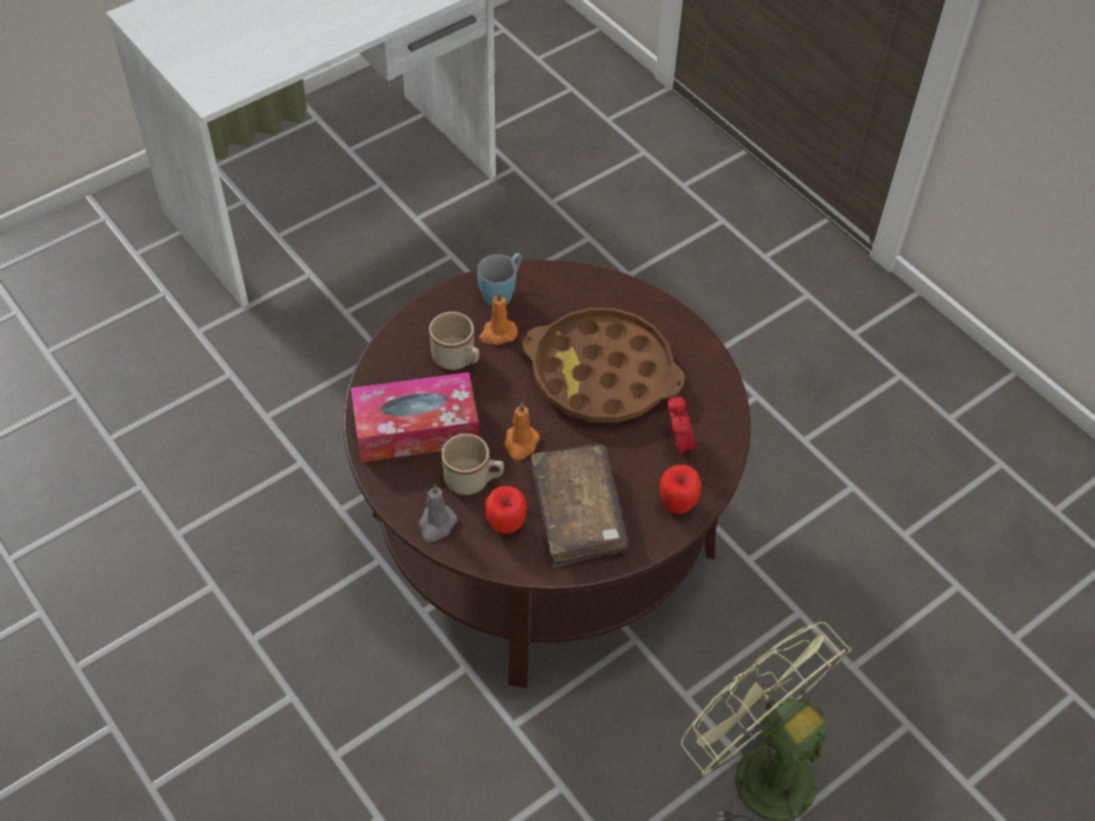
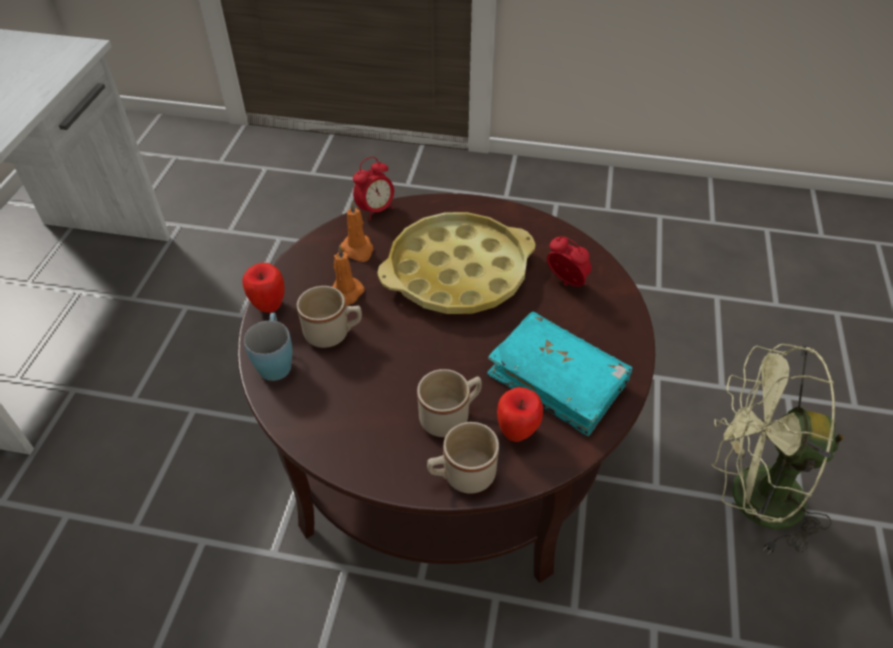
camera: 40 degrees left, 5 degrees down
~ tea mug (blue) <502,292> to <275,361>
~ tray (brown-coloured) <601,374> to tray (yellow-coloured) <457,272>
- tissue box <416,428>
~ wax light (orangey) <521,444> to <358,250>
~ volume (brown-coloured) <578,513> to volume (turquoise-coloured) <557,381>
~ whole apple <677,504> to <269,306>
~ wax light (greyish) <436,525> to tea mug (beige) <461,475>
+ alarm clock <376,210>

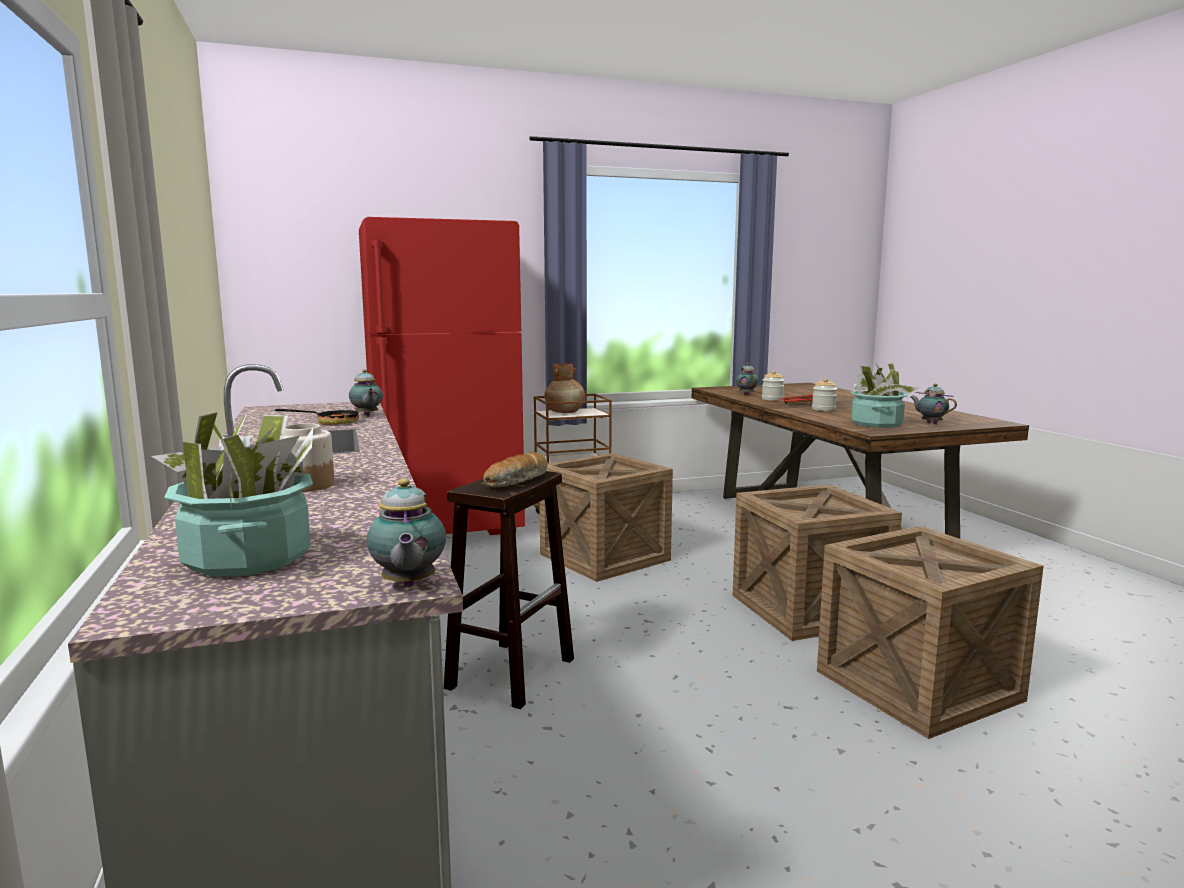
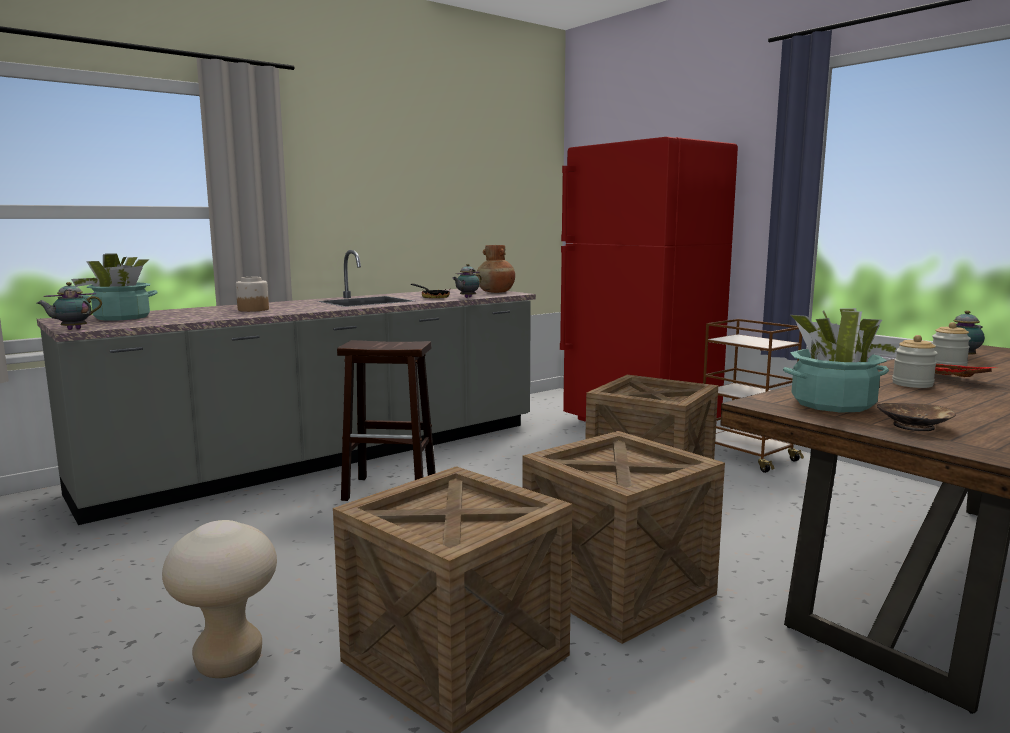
camera: 70 degrees right, 0 degrees up
~ decorative vase (brown-coloured) <565,412> to <495,292>
~ tea pot <930,423> to bowl (brown-coloured) <914,426>
- bakery bread <517,481>
+ stool seat (beige) <229,663>

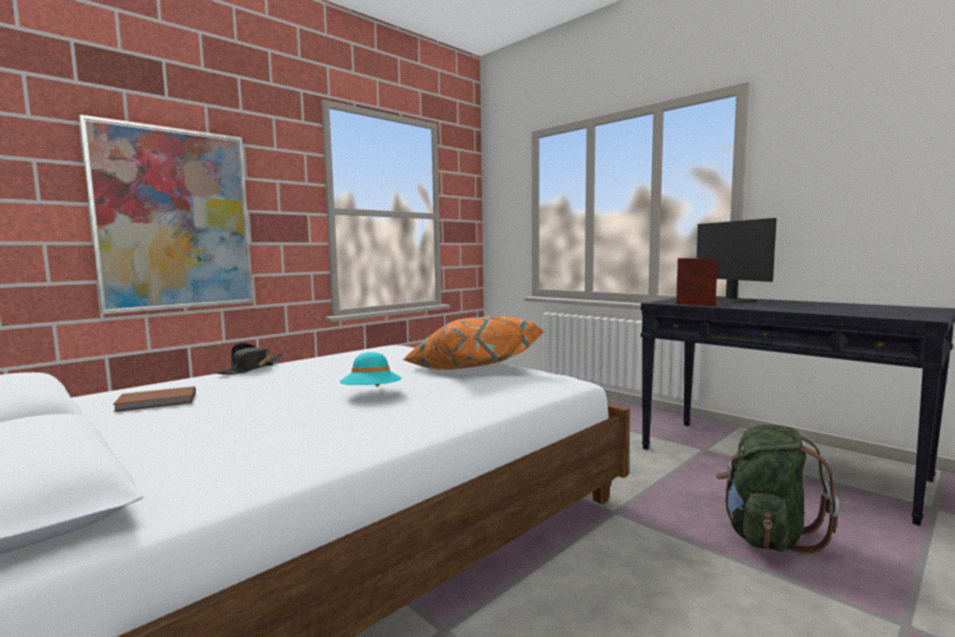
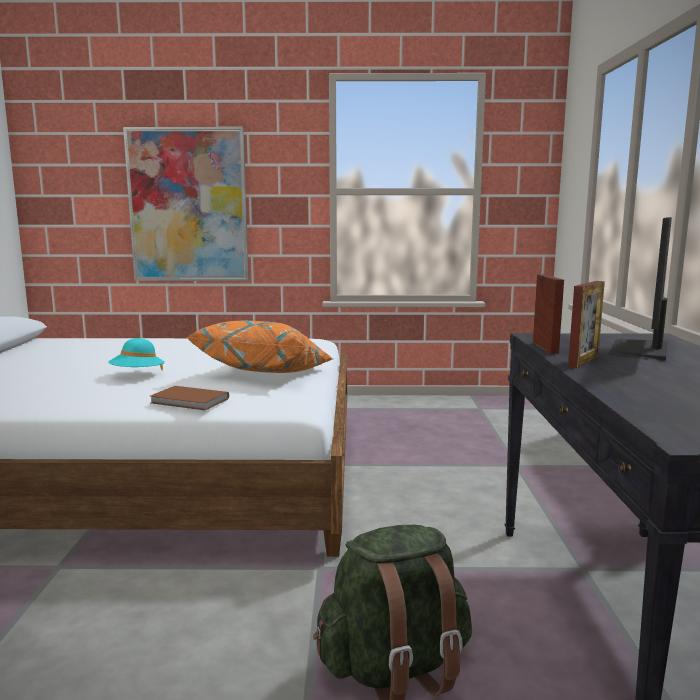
camera: 45 degrees right, 5 degrees up
- clothing hat (black) <251,369>
~ volume (brown-coloured) <158,402> to <189,401>
+ standing frame <583,361>

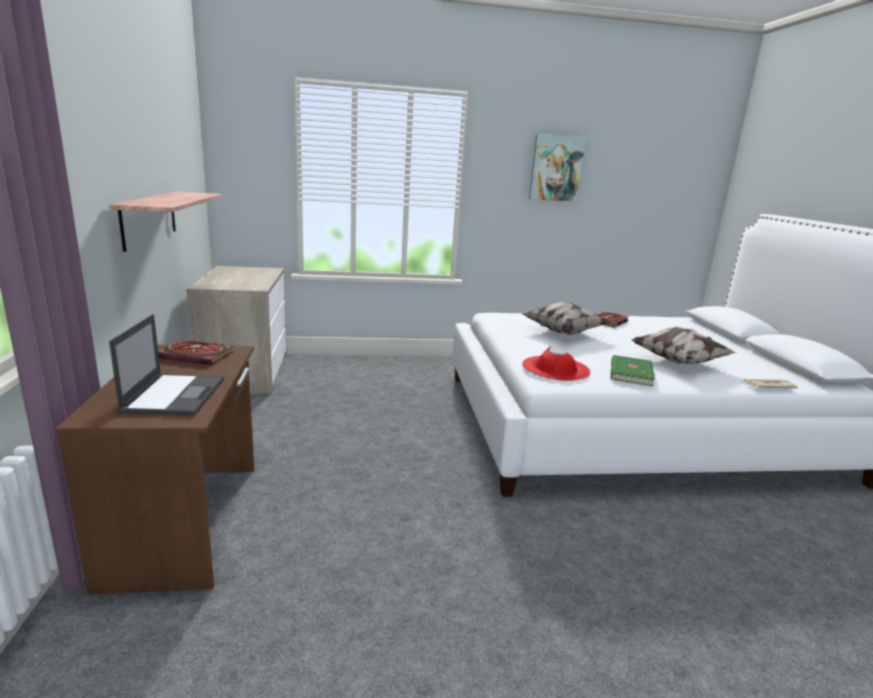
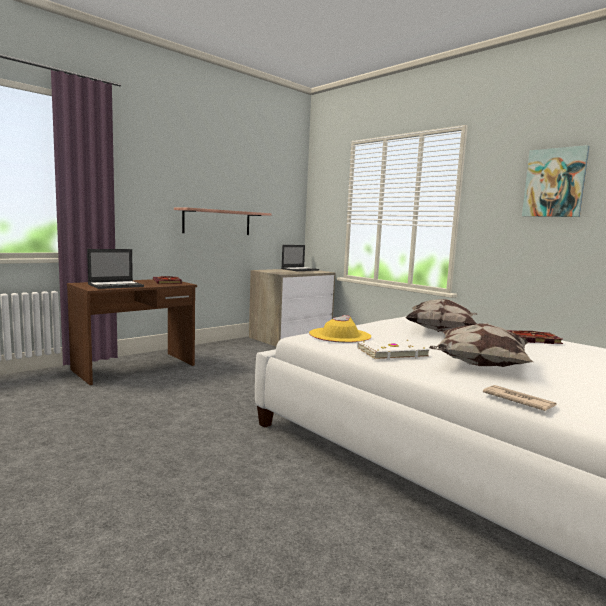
camera: 55 degrees right, 10 degrees down
~ clothing hat (red) <555,368> to clothing hat (yellow-coloured) <339,335>
~ volume (greenish) <629,373> to volume (white-coloured) <391,352>
+ notebook computer <300,269>

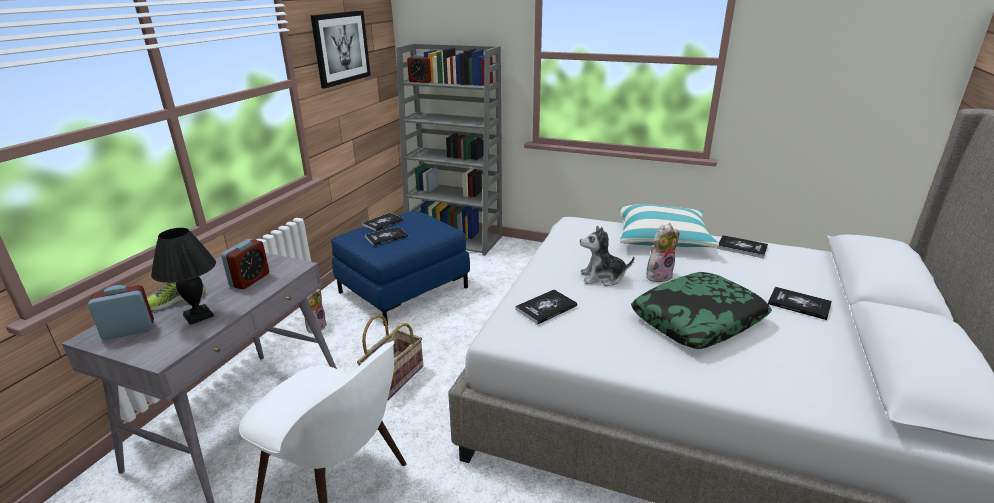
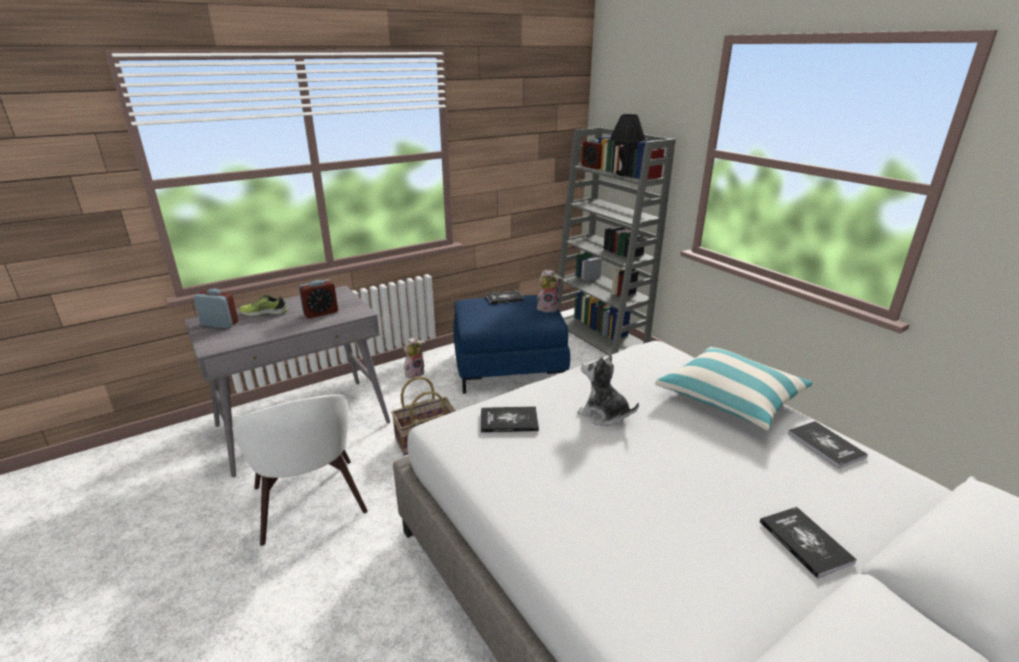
camera: 35 degrees right, 0 degrees up
- wall picture <341,48>
~ plush toy <658,275> to <548,308>
- volume <386,237>
~ tabletop lamp (black) <198,316> to <623,174>
- cushion <698,320>

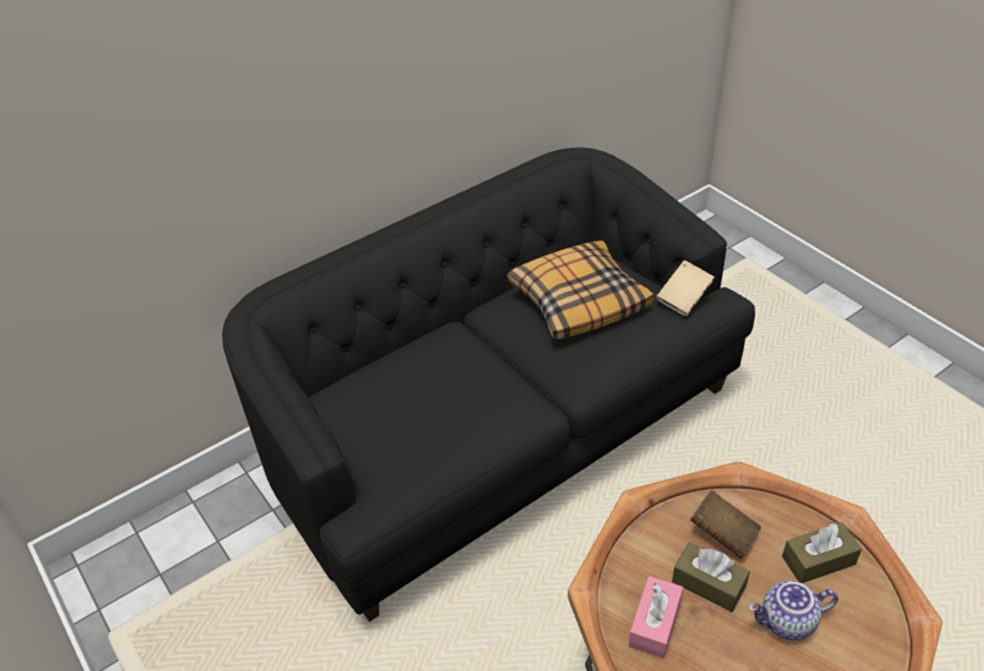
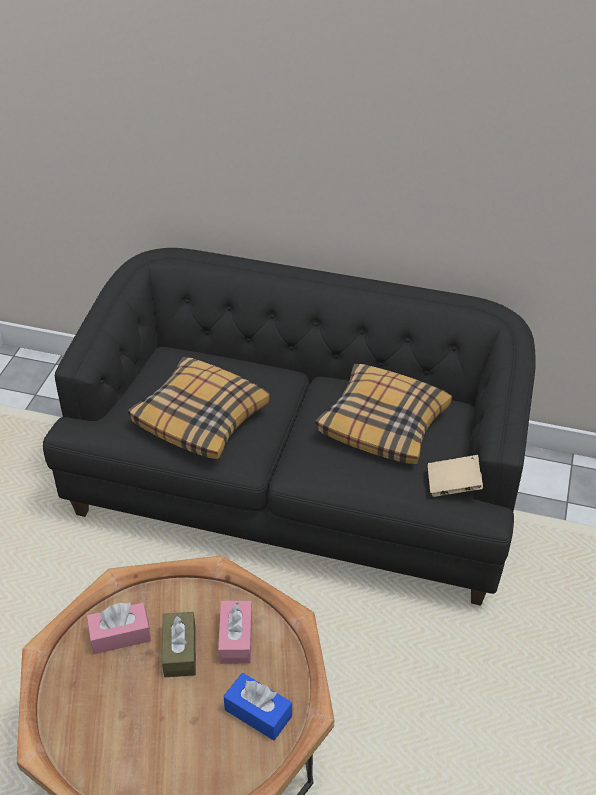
camera: 50 degrees right, 0 degrees up
~ volume (brown-coloured) <723,534> to tissue box (pink-coloured) <236,638>
~ tissue box (brown-coloured) <818,560> to tissue box (blue) <258,713>
- tea pot <787,622>
+ cushion <201,417>

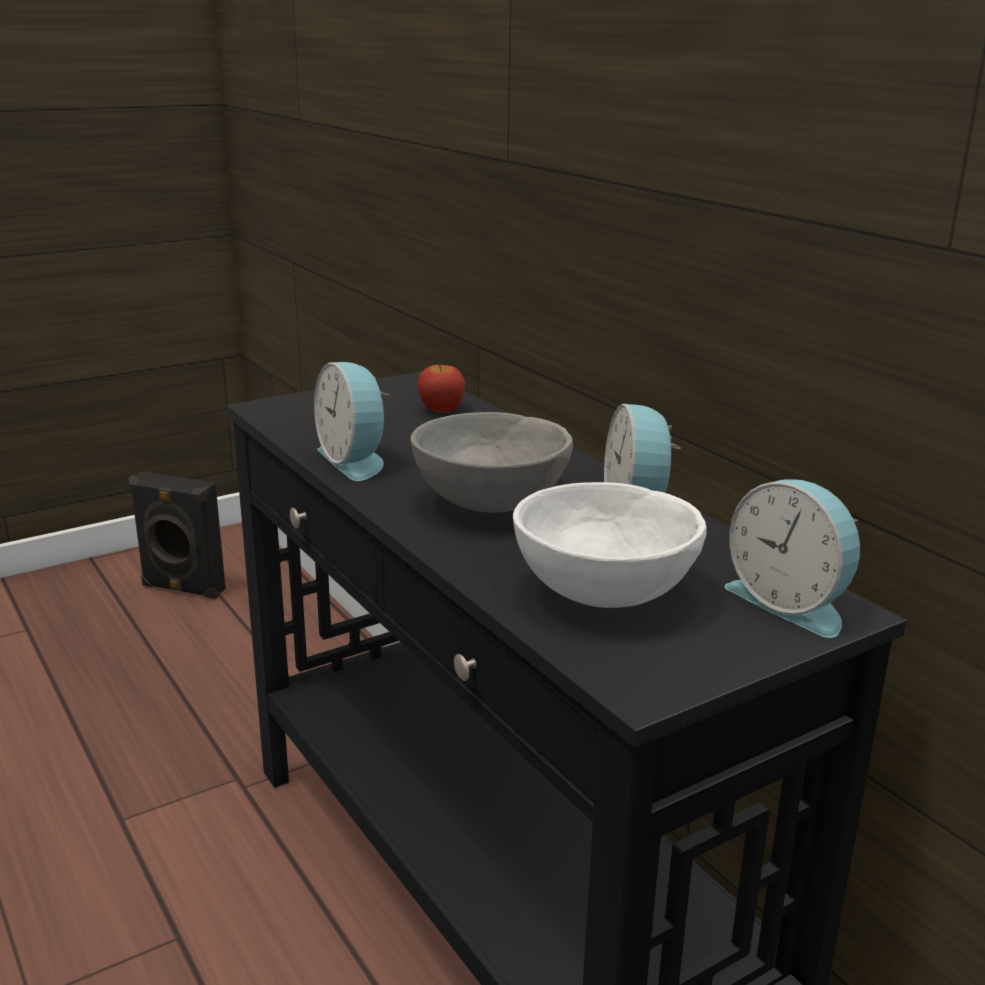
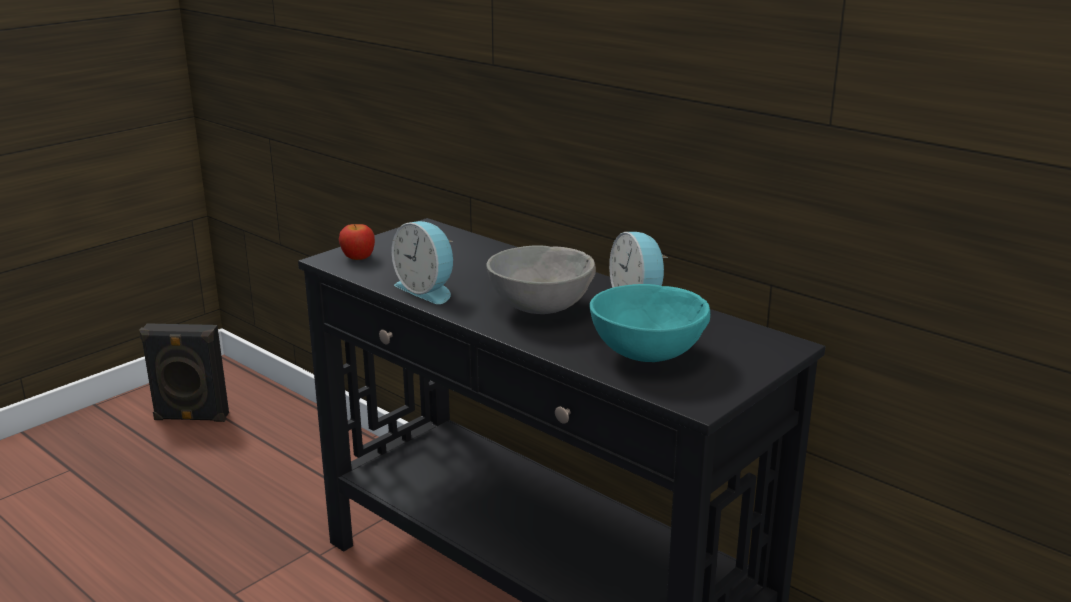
camera: 15 degrees left, 0 degrees up
~ whole apple <441,410> to <358,257>
- alarm clock <791,602>
~ bowl (white-coloured) <602,592> to bowl (turquoise-coloured) <645,354>

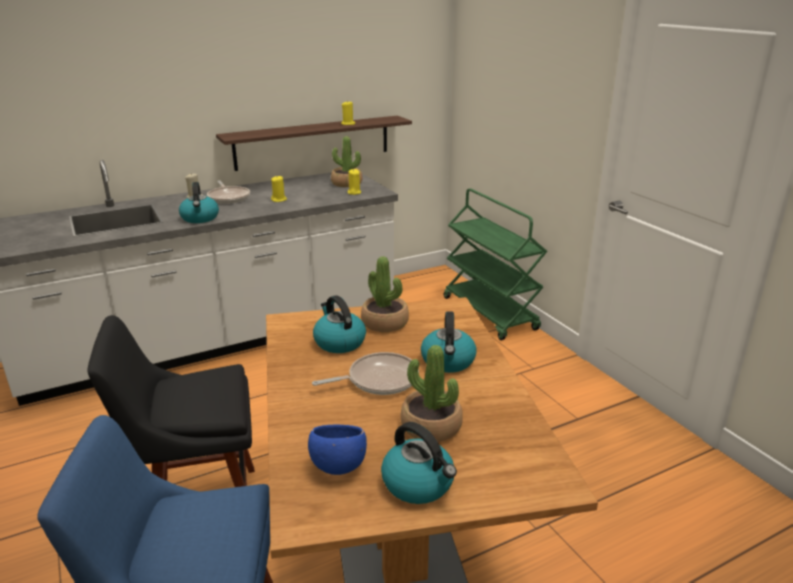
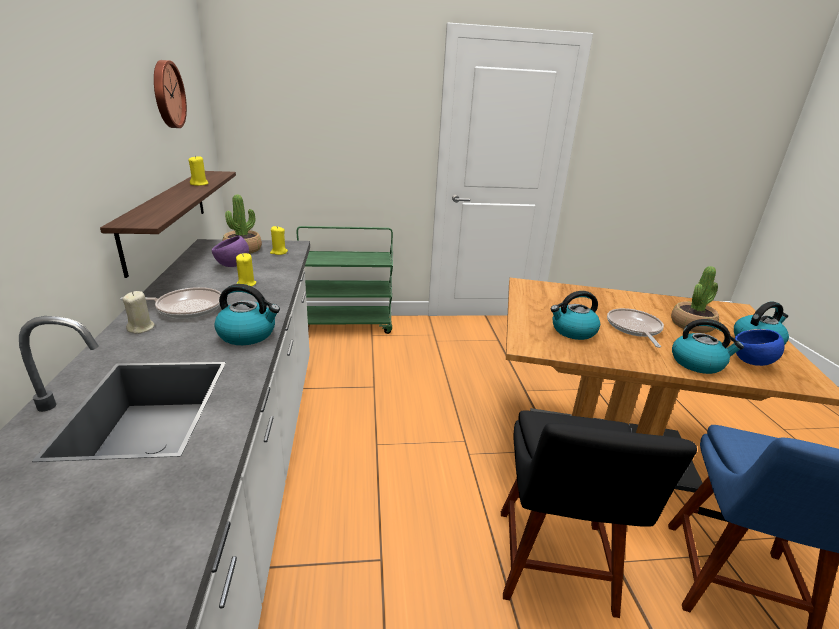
camera: 70 degrees left, 0 degrees up
- potted plant <385,323>
~ tea kettle <448,361> to <697,363>
+ clock on the wall <167,94>
+ bowl (purplish) <233,266>

